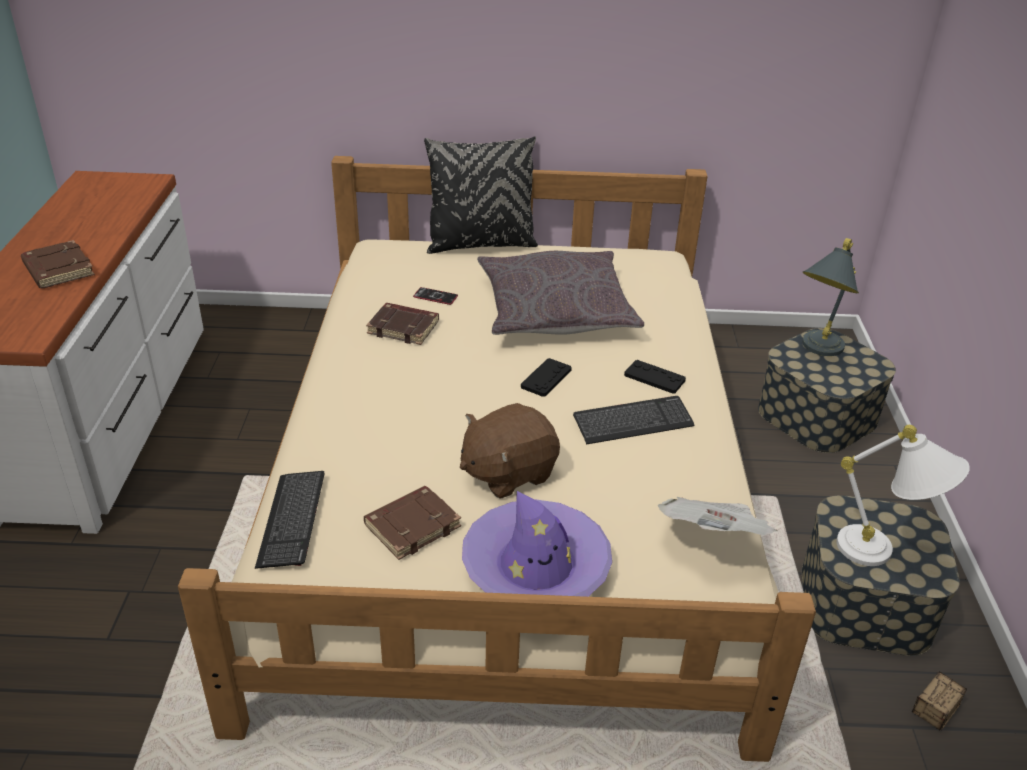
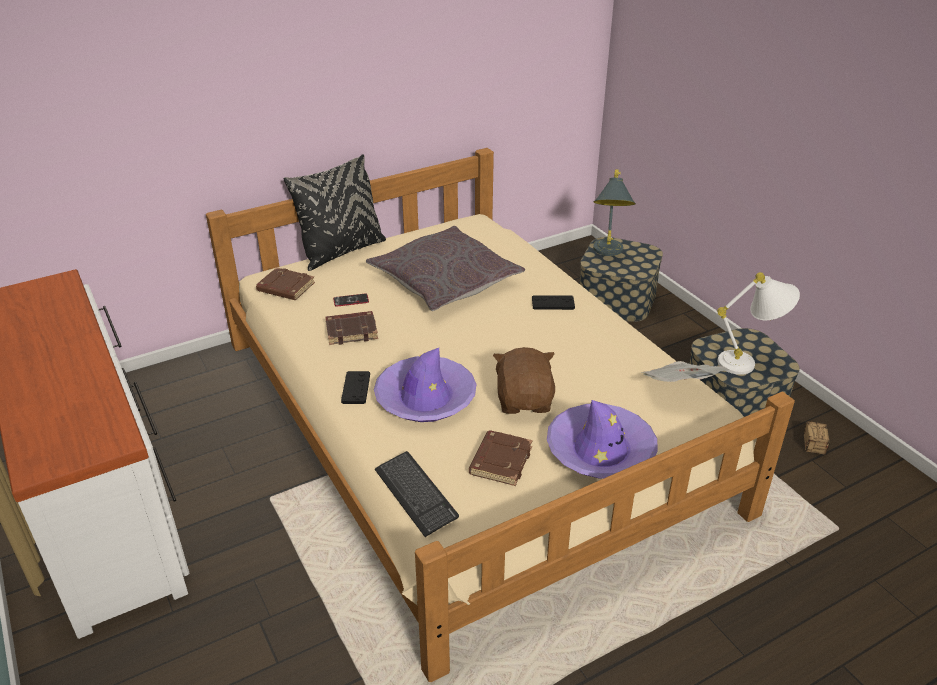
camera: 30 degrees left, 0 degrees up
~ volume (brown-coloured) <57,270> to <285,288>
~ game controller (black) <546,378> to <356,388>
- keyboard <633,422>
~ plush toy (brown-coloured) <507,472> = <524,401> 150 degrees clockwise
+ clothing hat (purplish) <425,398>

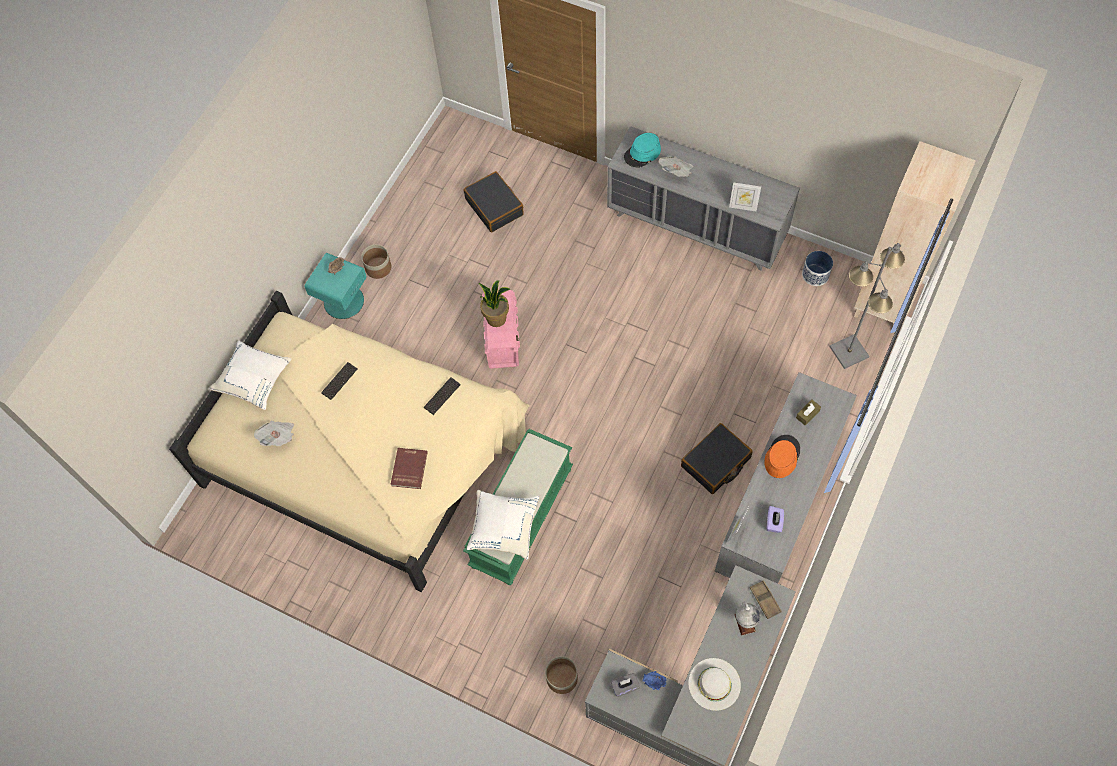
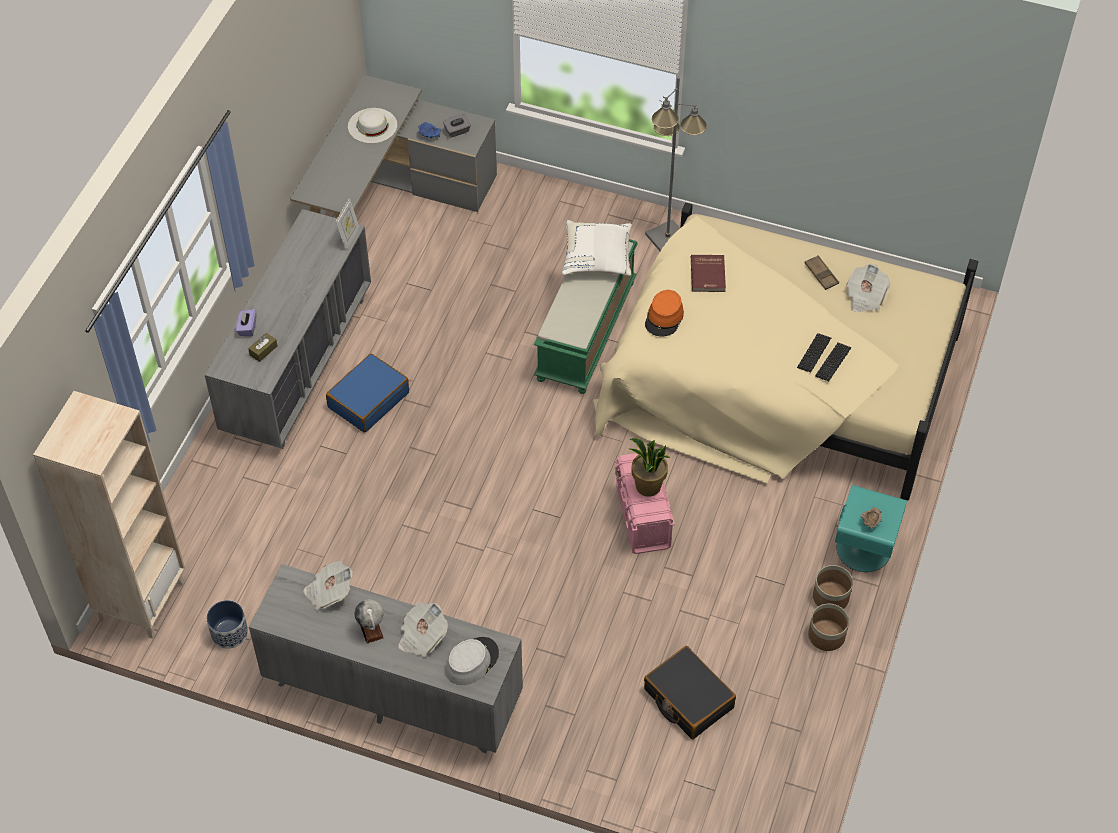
camera: 170 degrees right, 10 degrees down
~ clothing hat (turquoise-coloured) <642,153> to clothing hat (greyish) <472,661>
~ standing frame <743,207> to daily paper <329,592>
~ floor lamp (greyish) <849,352> to <666,238>
- cushion (white-coloured) <254,380>
~ keyboard <442,396> to <833,362>
~ suitcase (black) <715,463> to suitcase (blue) <368,400>
~ clothing hat (orangey) <782,456> to <664,318>
~ tissue box (purplish) <774,523> to <247,328>
~ tray (brown-coloured) <765,600> to <821,274>
~ globe <744,622> to <371,630>
~ flower pot <561,678> to <826,635>

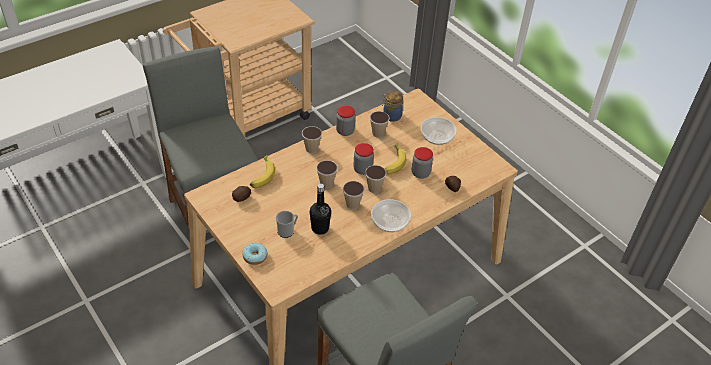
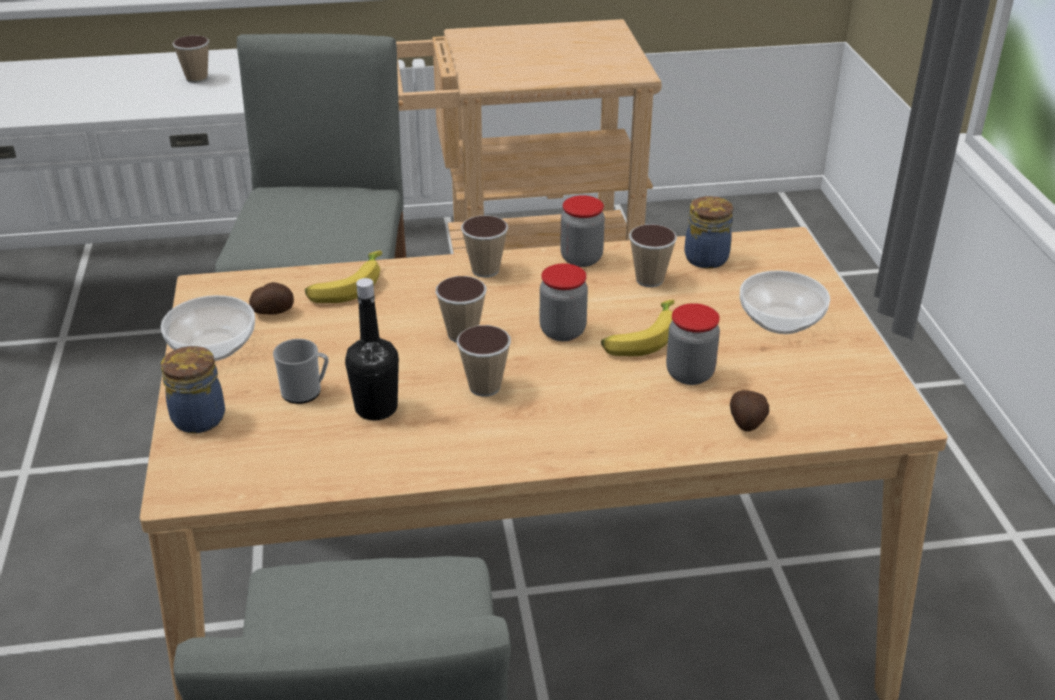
camera: 30 degrees right, 10 degrees down
~ cup <374,188> to <197,78>
~ bowl <389,223> to <212,346>
~ donut <255,257> to preserve jar <198,417>

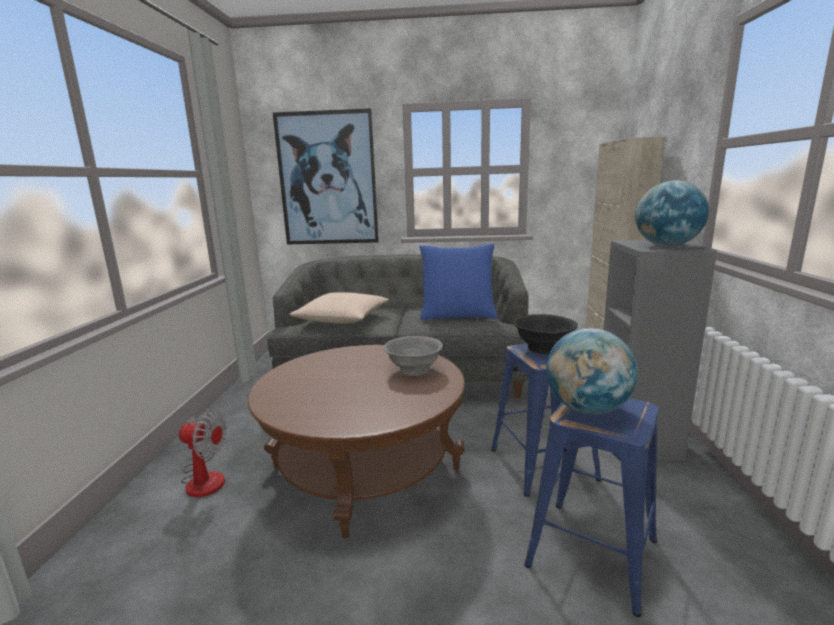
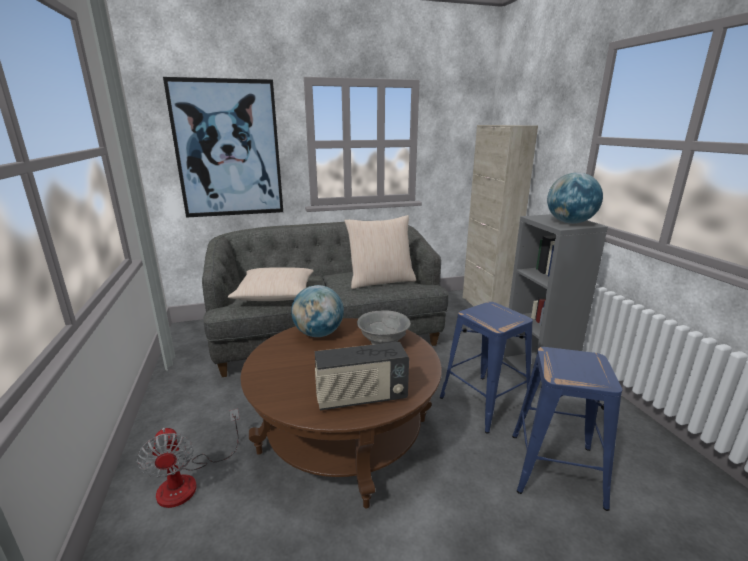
camera: 20 degrees left, 5 degrees up
~ cushion (blue) <458,316> to cushion (beige) <381,281>
- bowl (black) <543,349>
~ globe <586,409> to <318,334>
~ fan <204,477> = <189,481> 75 degrees clockwise
+ radio <361,398>

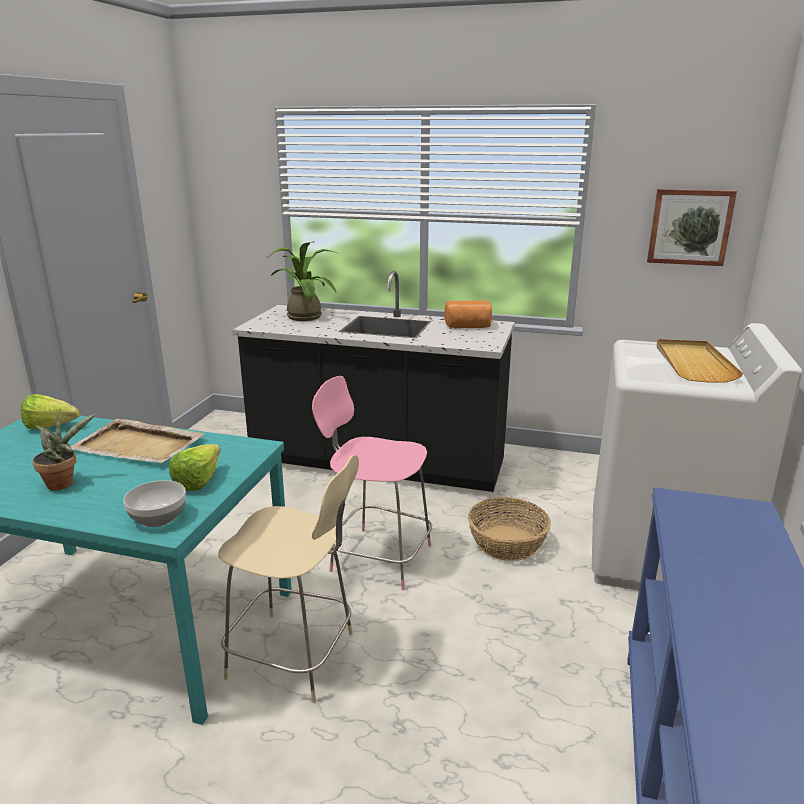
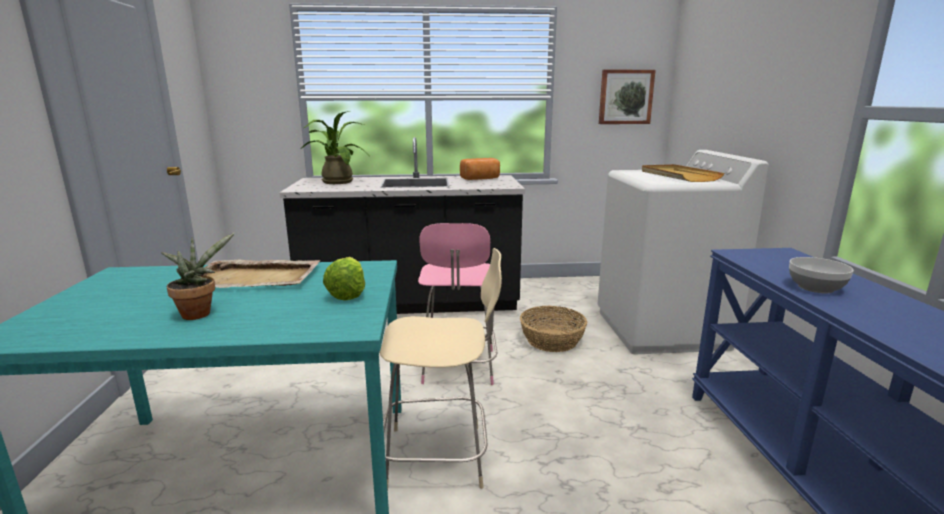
camera: 20 degrees left, 5 degrees down
~ chair (pink-coloured) <377,557> = <458,368> 90 degrees counterclockwise
- lettuce <55,427>
~ bowl <157,517> to <814,288>

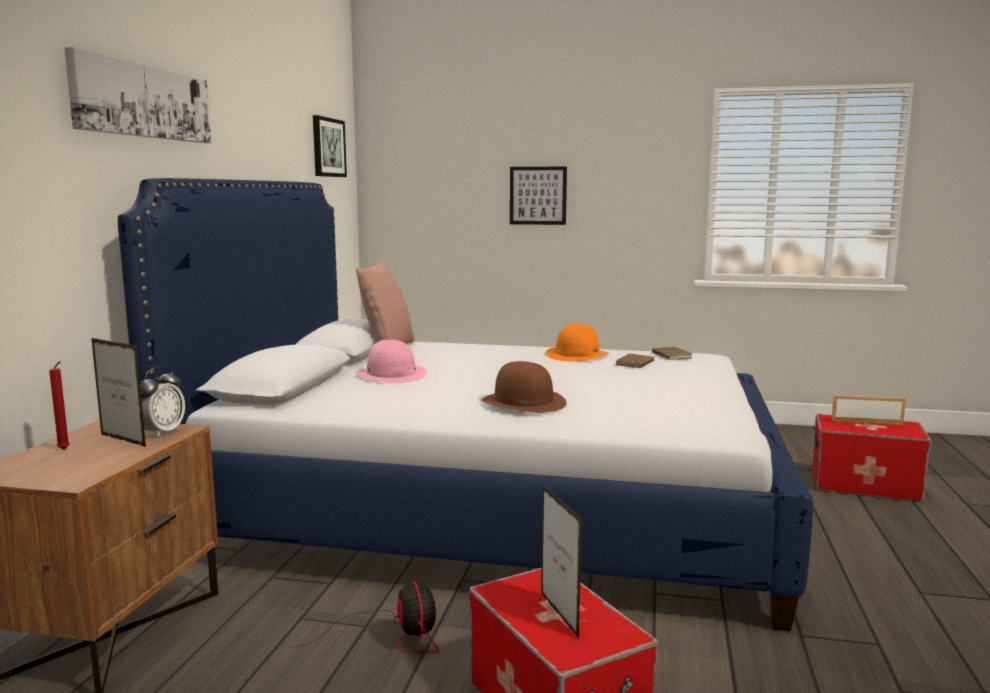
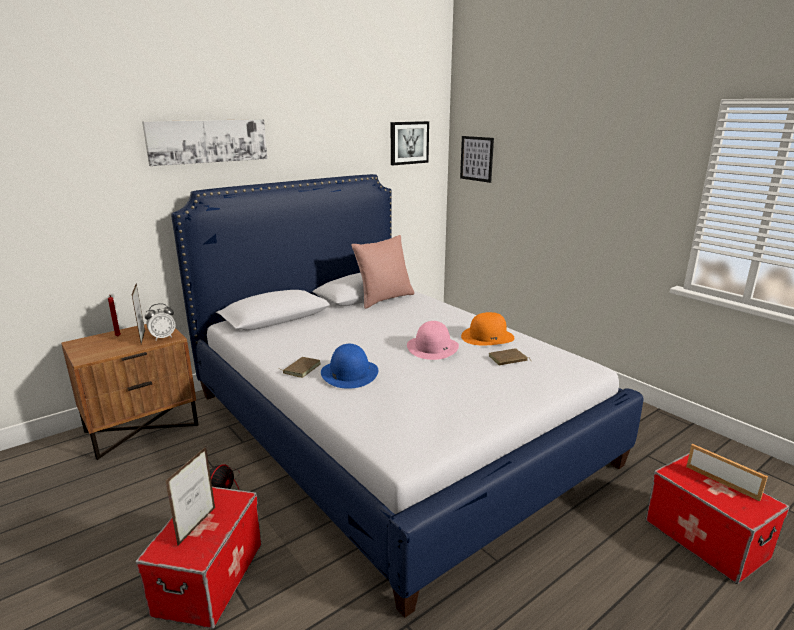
camera: 40 degrees right, 10 degrees up
~ wall picture <538,195> to <476,158>
~ clothing hat (pink-coloured) <391,374> to <432,347>
~ volume (brown-coloured) <670,356> to <301,368>
~ clothing hat (brown-coloured) <523,402> to clothing hat (blue) <349,373>

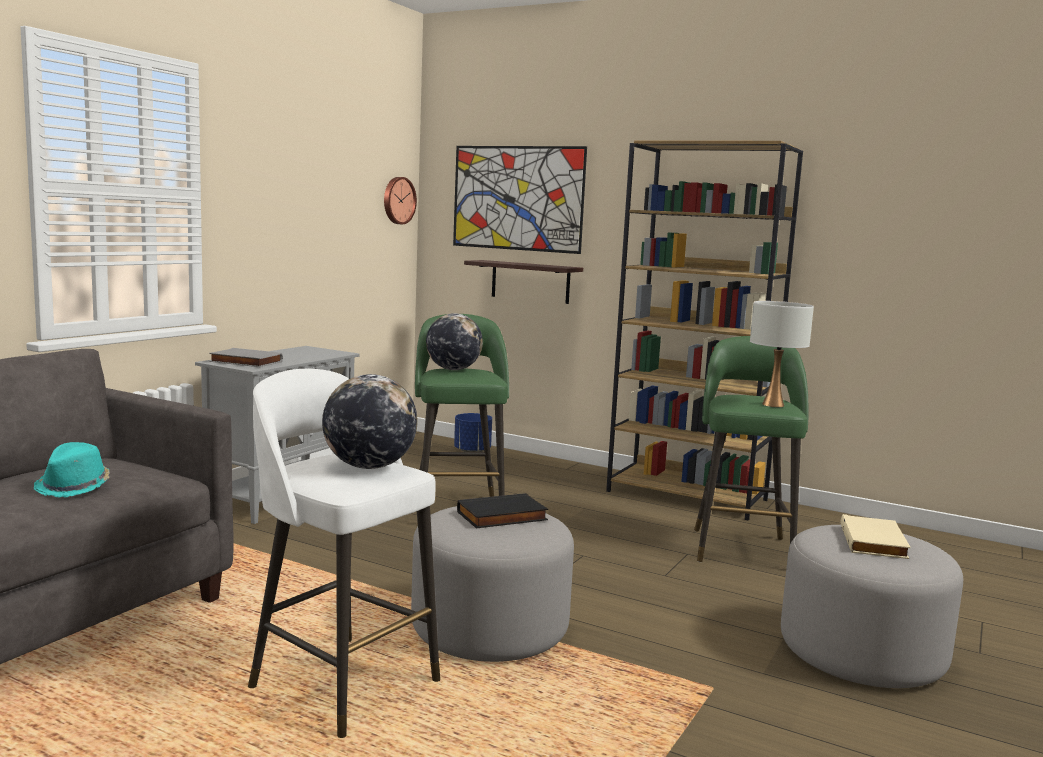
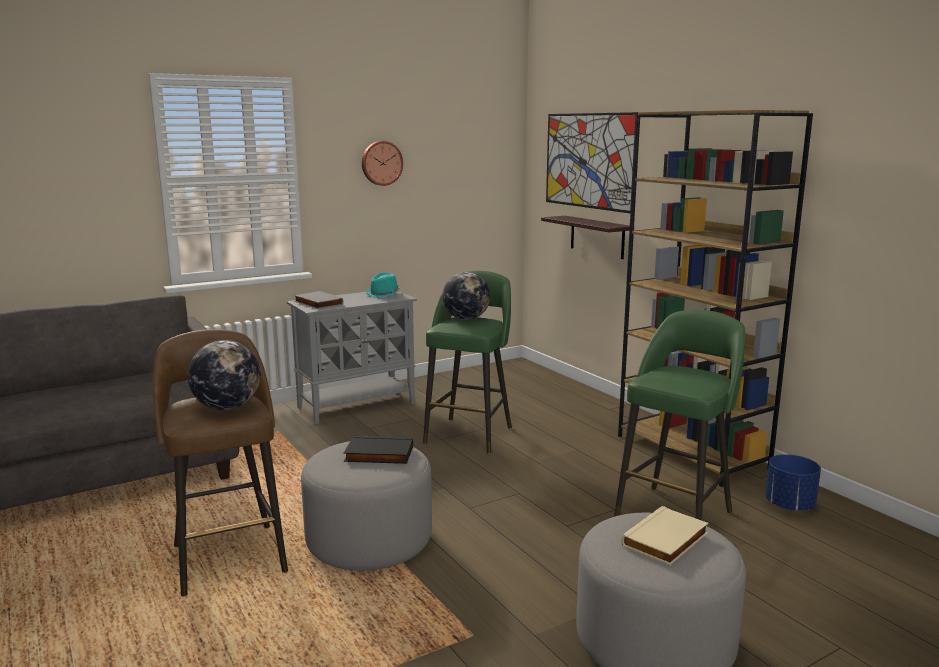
camera: 30 degrees right, 5 degrees up
~ clock on the wall <398,200> to <381,163>
- tabletop lamp (white-coloured) <773,405>
~ stool seat (white-coloured) <341,682> to stool seat (brown-coloured) <229,556>
~ flower pot (blue) <472,451> to <789,505>
~ clothing hat (turquoise-coloured) <74,486> to <384,294>

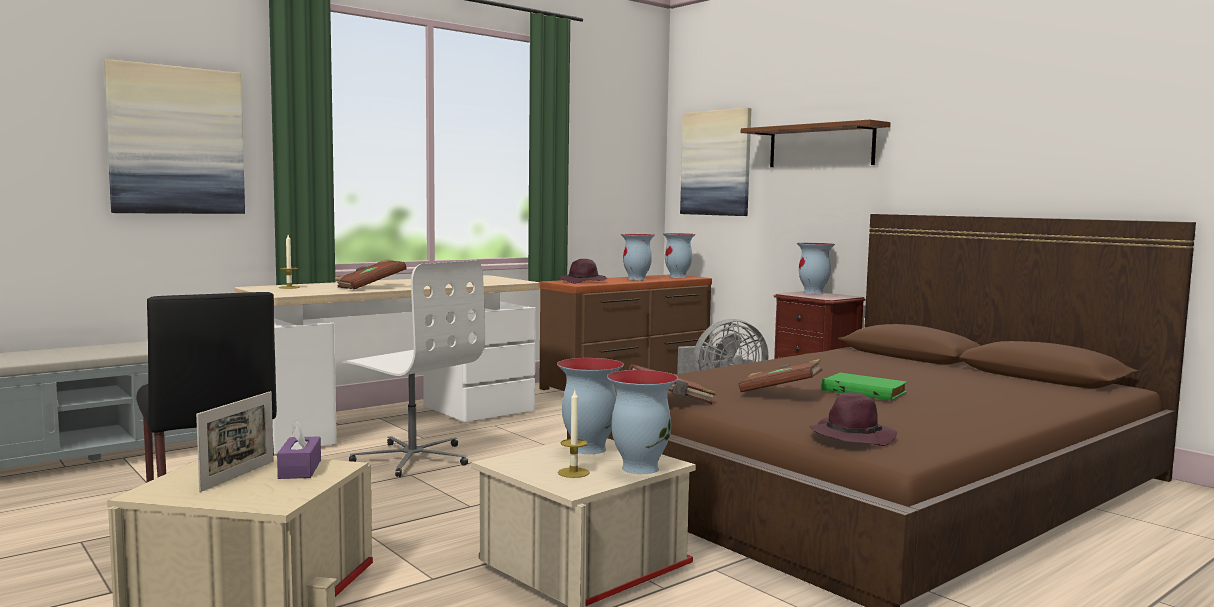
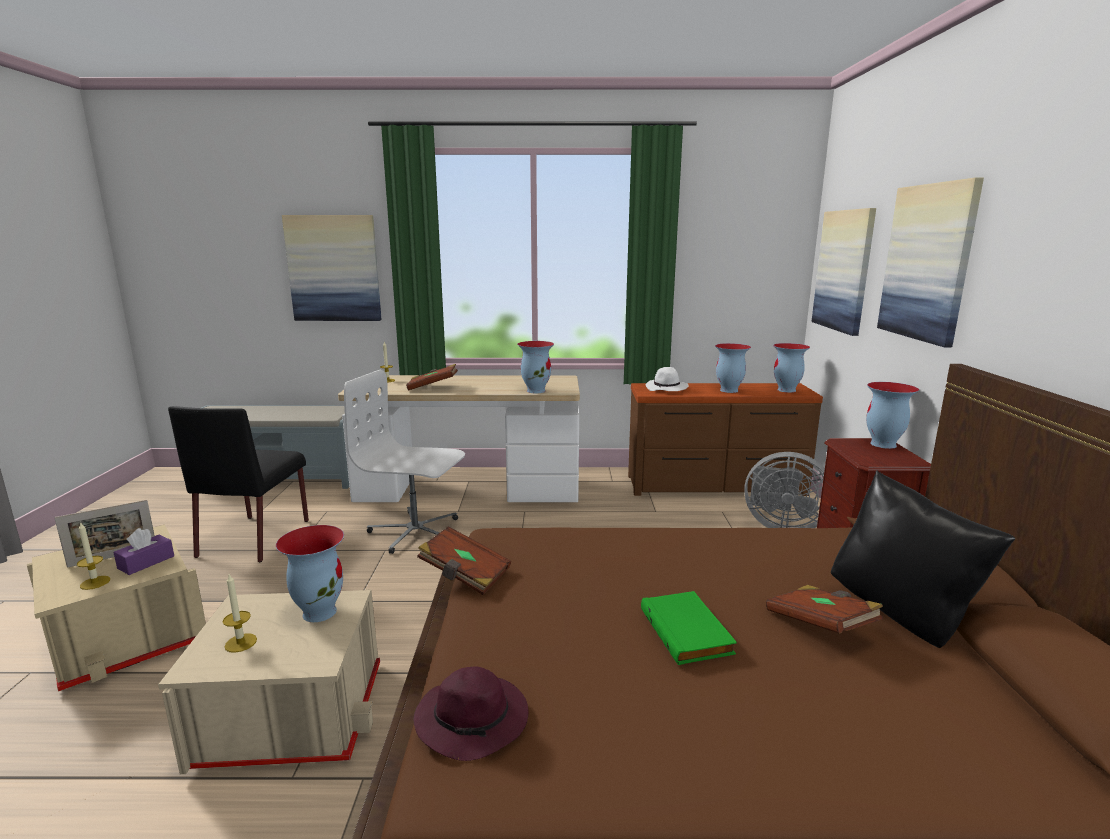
camera: 40 degrees right, 10 degrees up
~ wall shelf (brown-coloured) <820,146> to wall picture <928,262>
~ clothing hat (purplish) <584,281> to clothing hat (white-coloured) <667,388>
~ desk chair (white-coloured) <413,458> = <415,532> 120 degrees clockwise
~ volume (brown-coloured) <780,392> to <820,625>
~ decorative vase <639,468> to <536,390>
+ cushion (black) <901,615>
+ wax light <95,582>

